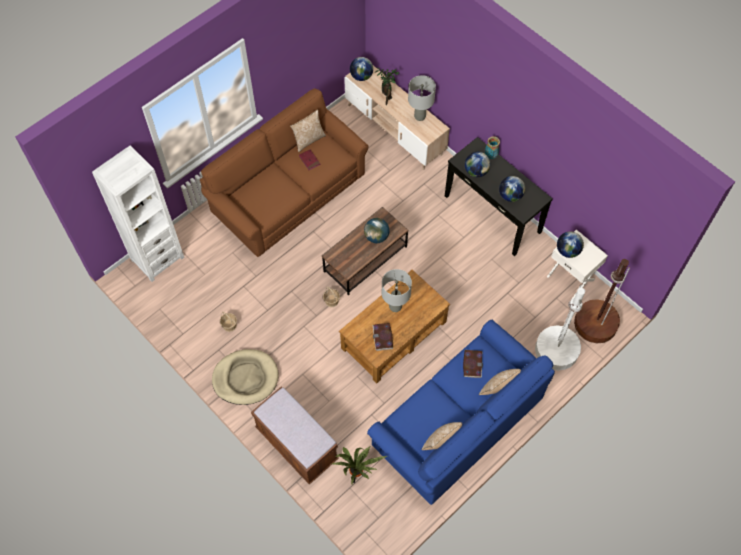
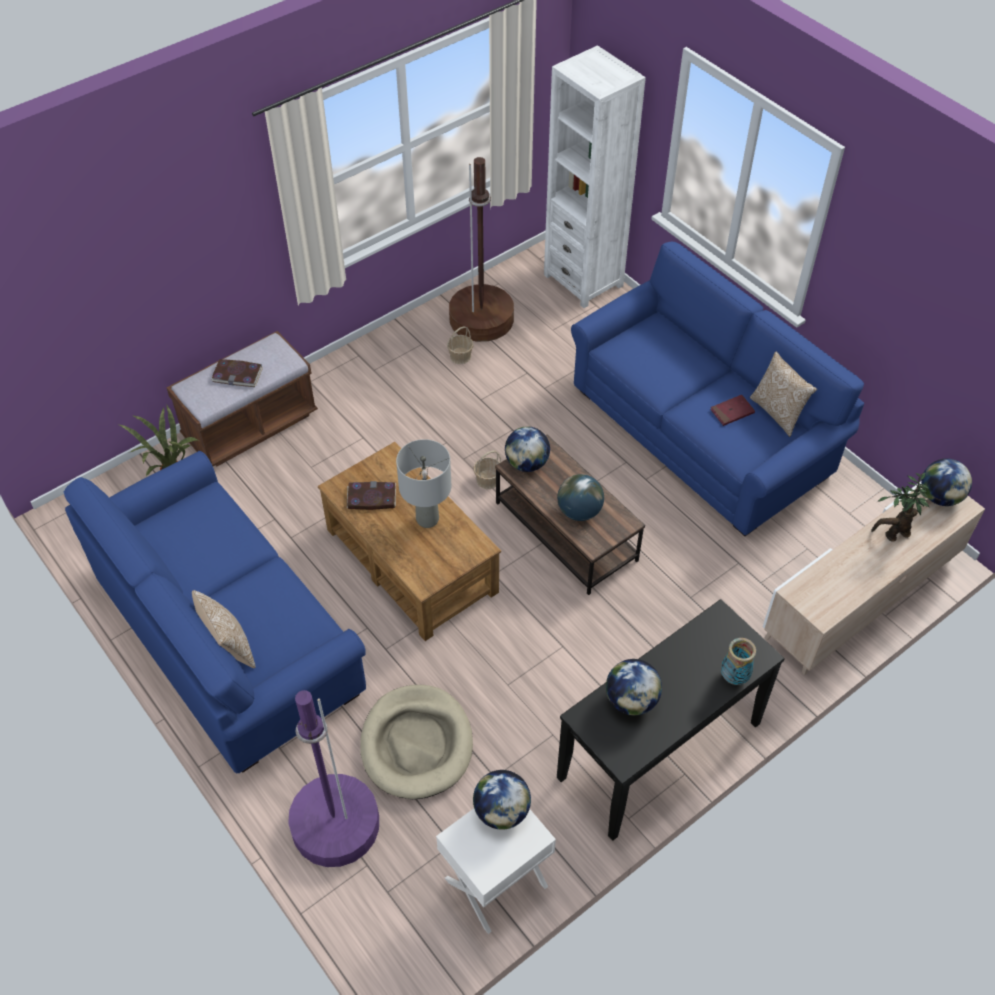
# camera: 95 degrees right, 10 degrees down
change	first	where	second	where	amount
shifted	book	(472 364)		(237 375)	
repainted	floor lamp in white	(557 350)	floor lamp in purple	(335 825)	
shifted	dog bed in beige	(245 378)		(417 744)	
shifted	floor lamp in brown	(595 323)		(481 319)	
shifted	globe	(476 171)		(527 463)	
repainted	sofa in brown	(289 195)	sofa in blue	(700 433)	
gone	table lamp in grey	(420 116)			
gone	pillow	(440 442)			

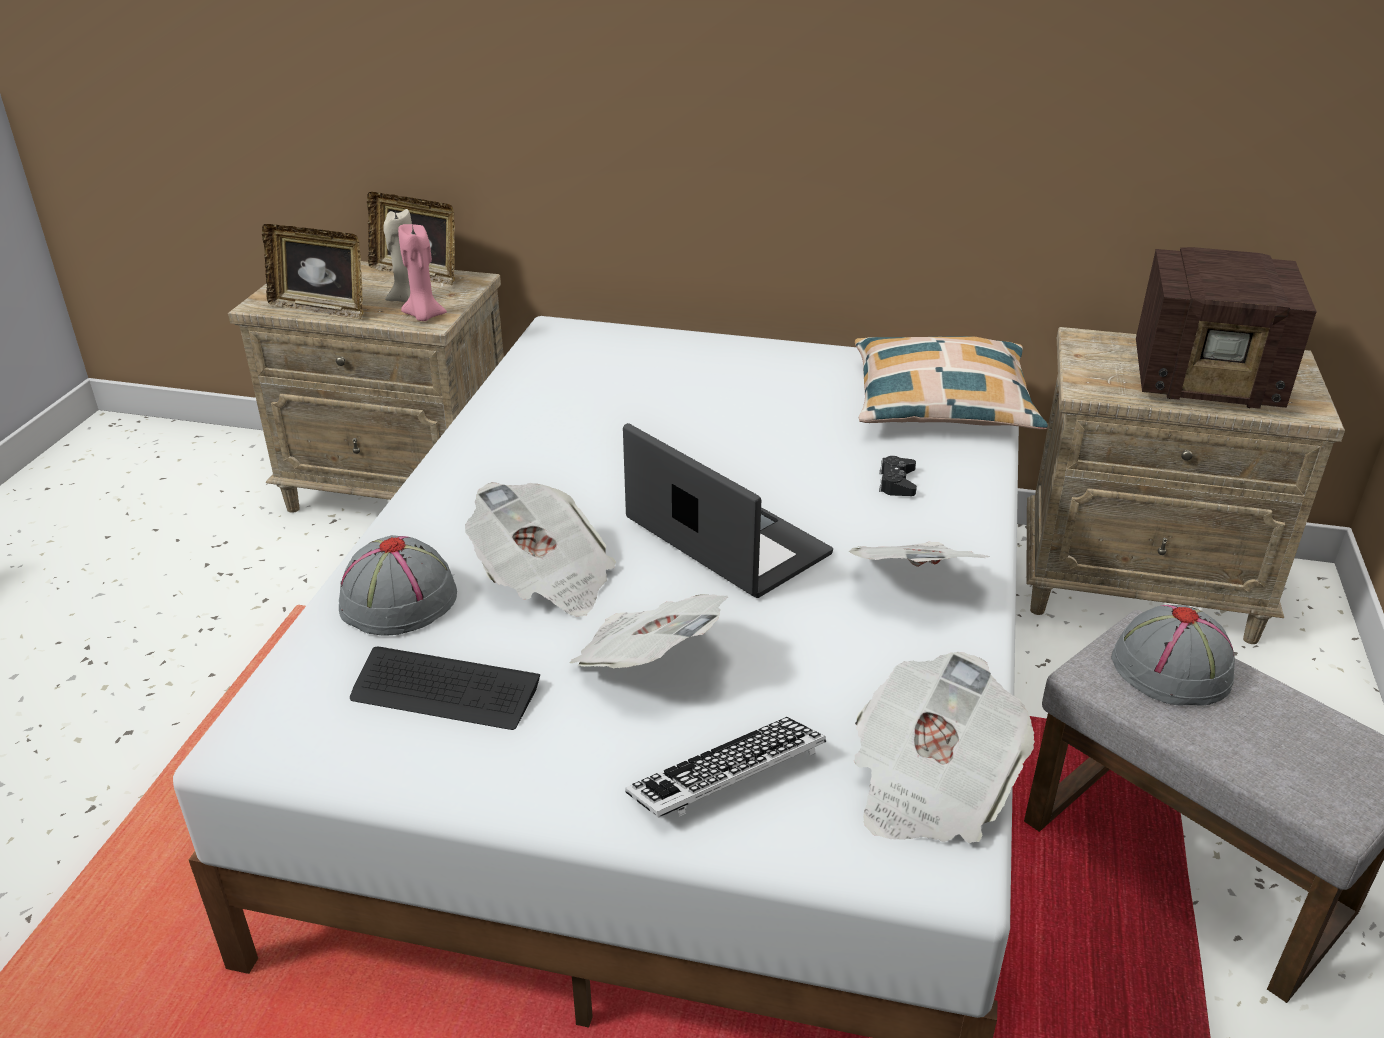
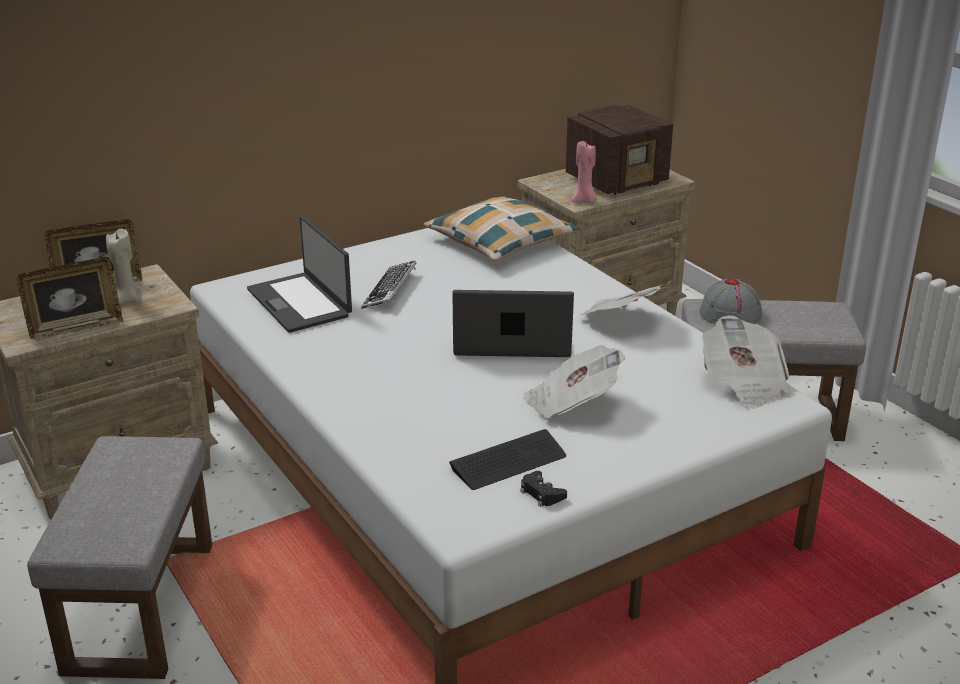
# camera: 45 degrees left, 5 degrees down
change	first	where	second	where	amount
new			ottoman in grey	(140 605)	
new			laptop	(300 302)	
shifted	keyboard	(727 777)		(390 290)	
shifted	game controller in black	(897 483)		(541 494)	
shifted	candle in pink	(424 316)		(584 201)	
gone	hat in grey	(398 601)			
gone	newspaper	(545 579)			

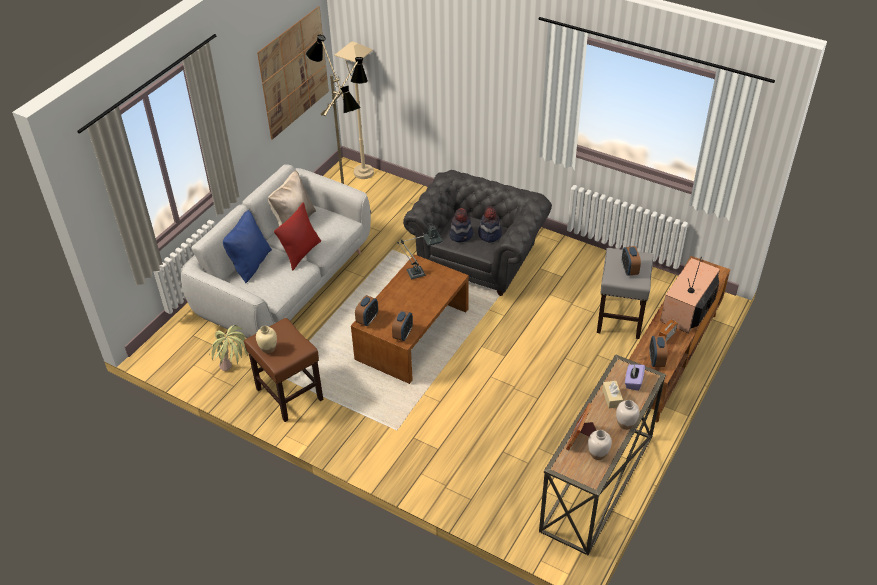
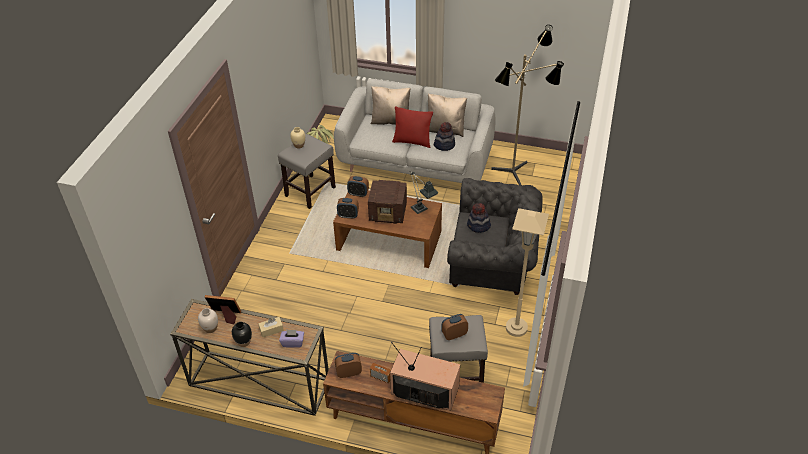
# camera: 75 degrees right, 0 degrees up
change	first	where	second	where	amount
repainted	vase in white	(625 424)	vase in black	(243 342)	
repainted	stool in brown	(288 394)	stool in grey	(310 191)	
new			radio	(388 213)	
repainted	pillow in blue	(250 264)	pillow in beige	(391 121)	
shifted	hat	(489 234)		(444 145)	
shifted	floor lamp in beige	(363 173)		(516 328)	
gone	picture	(294 72)			

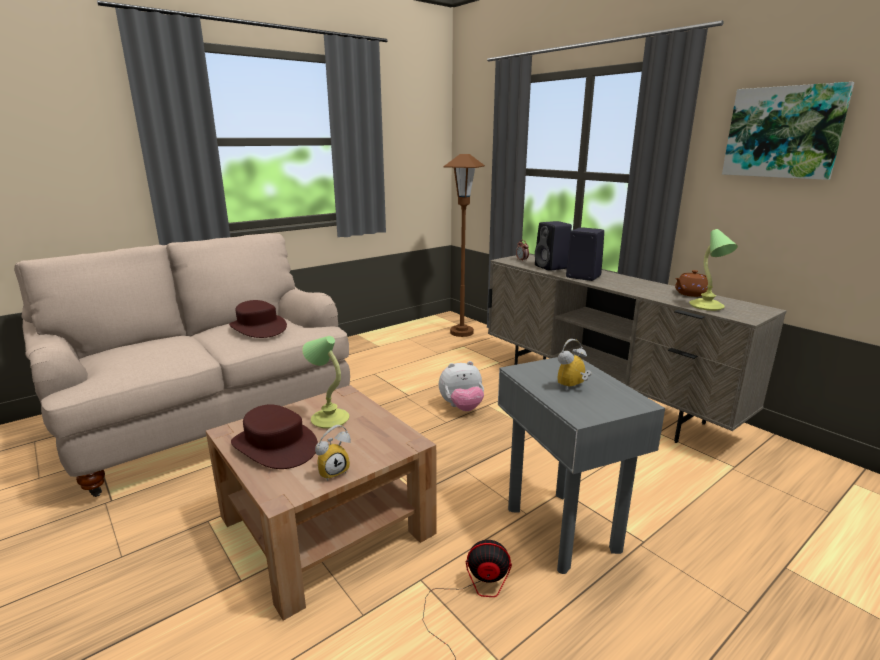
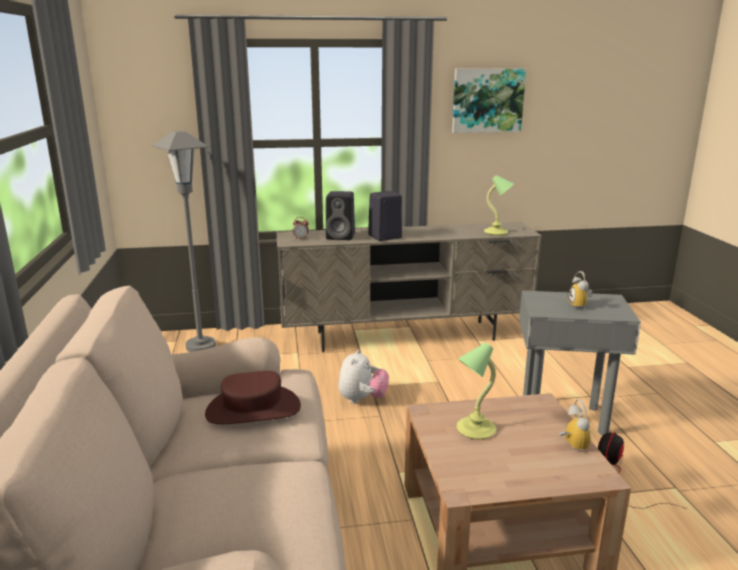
# camera: 60 degrees left, 0 degrees up
change	first	where	second	where	amount
repainted	floor lamp in brown	(462 332)	floor lamp in grey	(201 346)	
gone	hat in brown	(275 445)			
gone	teapot in brown	(690 294)			

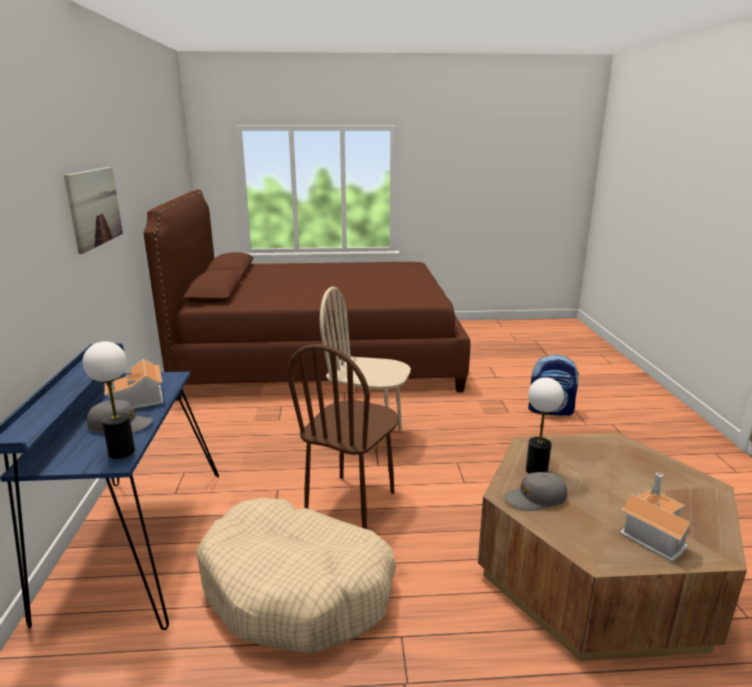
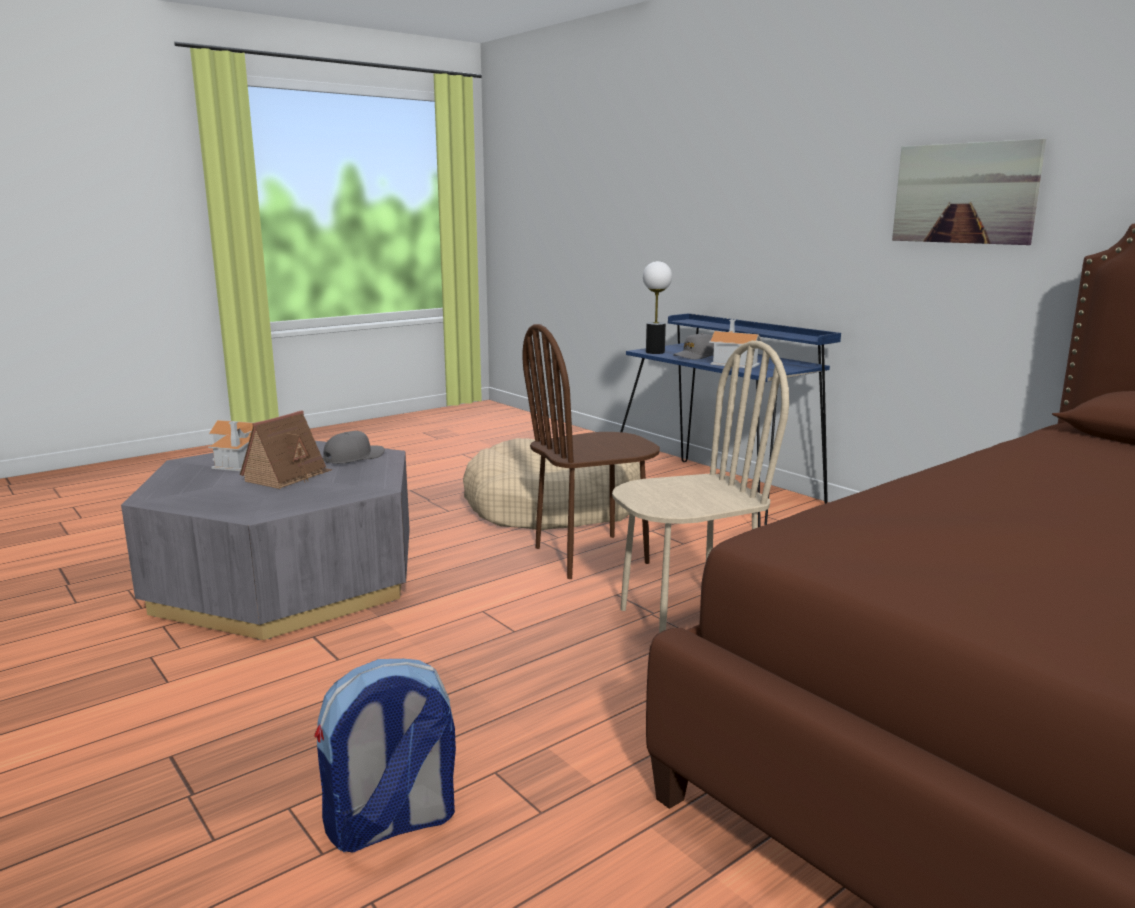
# camera: 145 degrees right, 5 degrees down
change	first	where	second	where	amount
repainted	coffee table in brown	(596 571)	coffee table in grey	(287 579)	
new			toy house	(287 476)	
rotated	chair in brown	(351 503)		(591 555)	105 degrees counterclockwise
gone	table lamp	(536 471)			

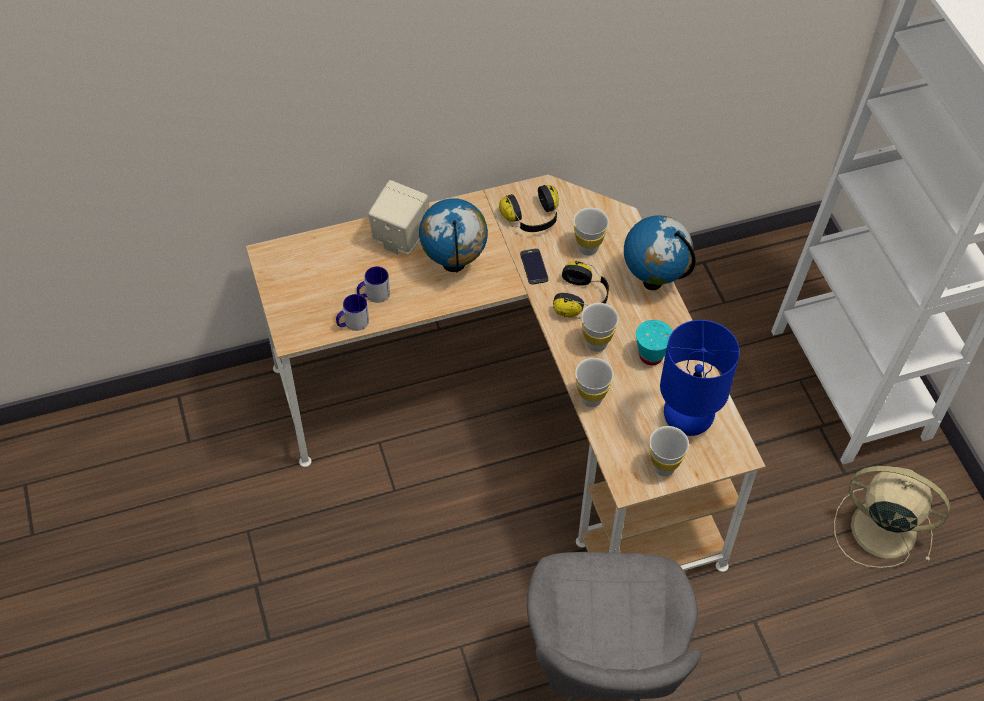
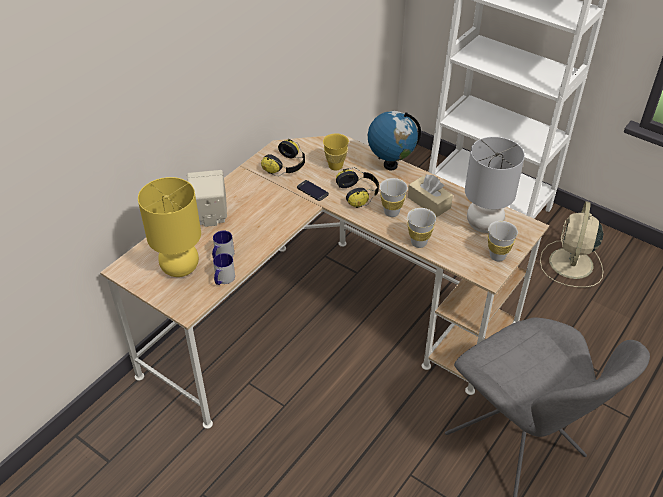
# camera: 35 degrees left, 10 degrees down
change	first	where	second	where	amount
new			table lamp in yellow	(181 268)	
repainted	cup in white	(588 248)	cup in yellow	(335 166)	
swapped	cup in turquoise	(651 356)	tissue box in beige	(429 202)	
repainted	table lamp in blue	(686 421)	table lamp in grey	(484 225)	
rotated	fan in beige	(880 528)		(570 264)	60 degrees counterclockwise
gone	globe	(454 264)			

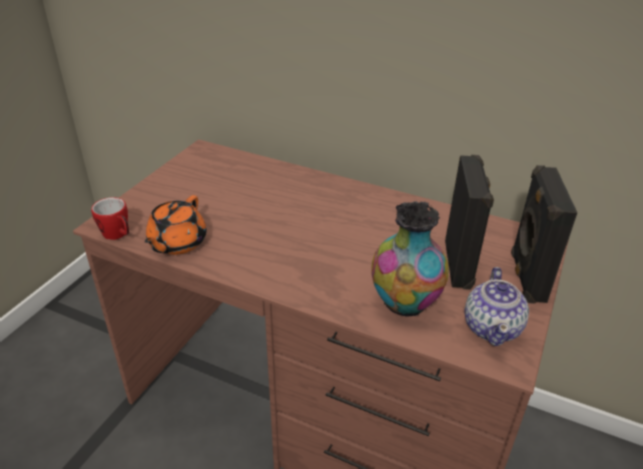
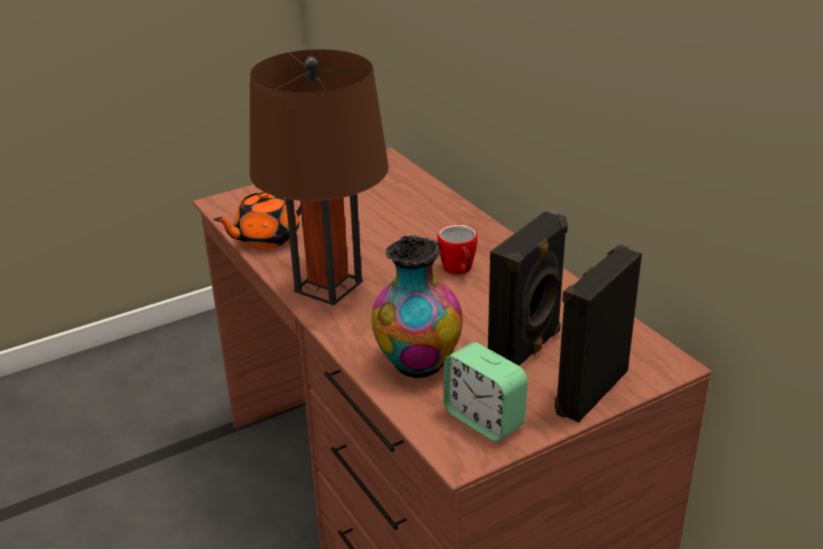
# camera: 35 degrees right, 5 degrees down
change	first	where	second	where	amount
new			table lamp in brown	(328 286)	
shifted	mug	(118 235)		(459 271)	
swapped	teapot	(492 327)	alarm clock	(484 419)	

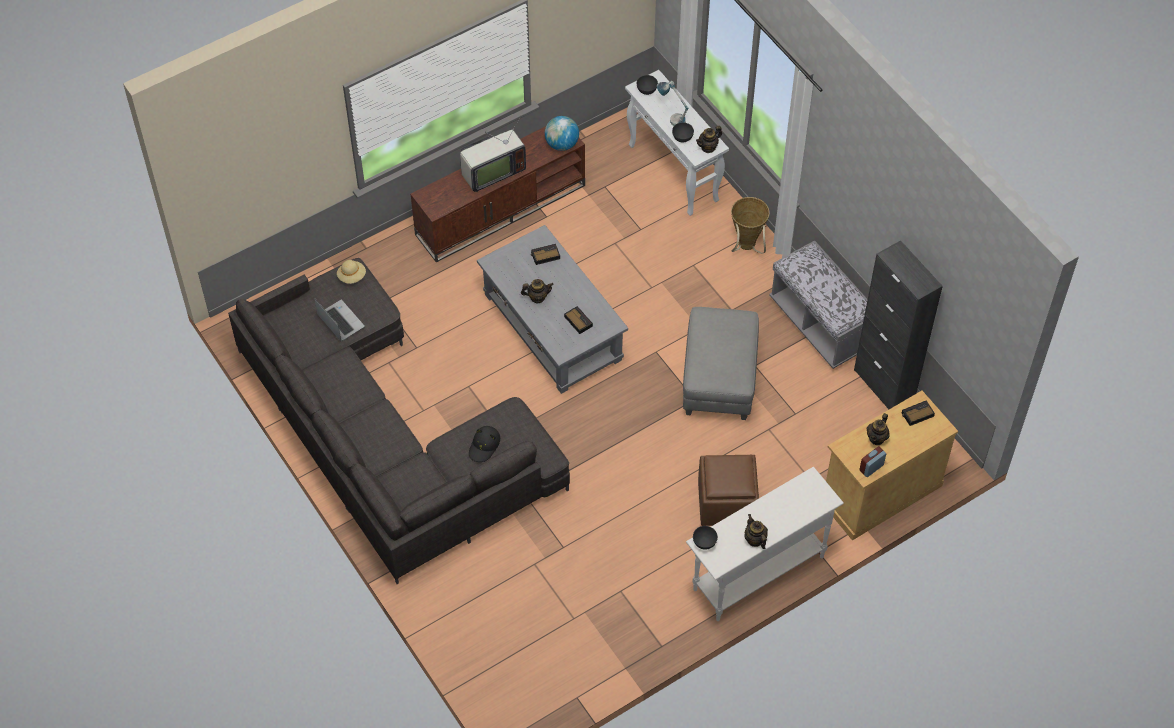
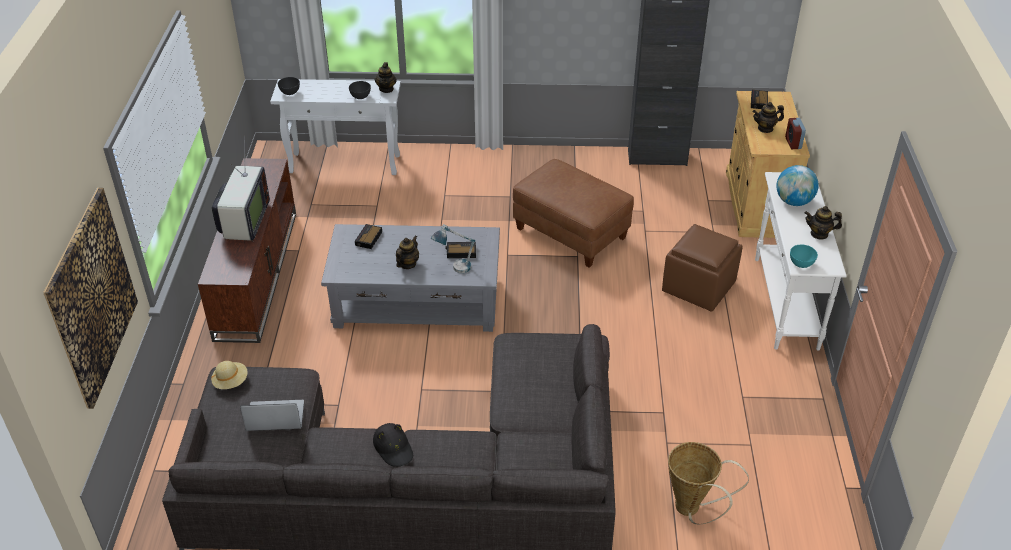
# camera: 55 degrees left, 15 degrees down
change	first	where	second	where	amount
new			picture	(92 297)	
shifted	hat in black	(484 446)		(393 448)	
shifted	table lamp	(671 117)		(454 269)	
repainted	ottoman in grey	(719 380)	ottoman in brown	(572 234)	
shifted	basket	(746 247)		(692 510)	
rotated	teapot	(877 438)		(765 128)	105 degrees clockwise
shifted	globe	(562 144)		(793 202)	
repainted	bowl in grey	(704 542)	bowl in turquoise	(801 263)	
gone	bench in grey	(820 324)			

